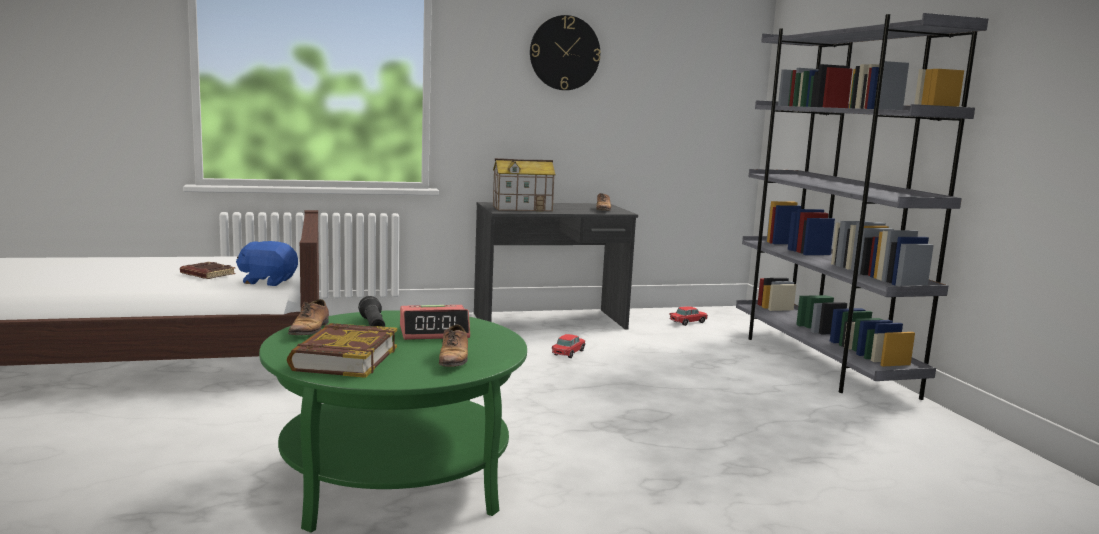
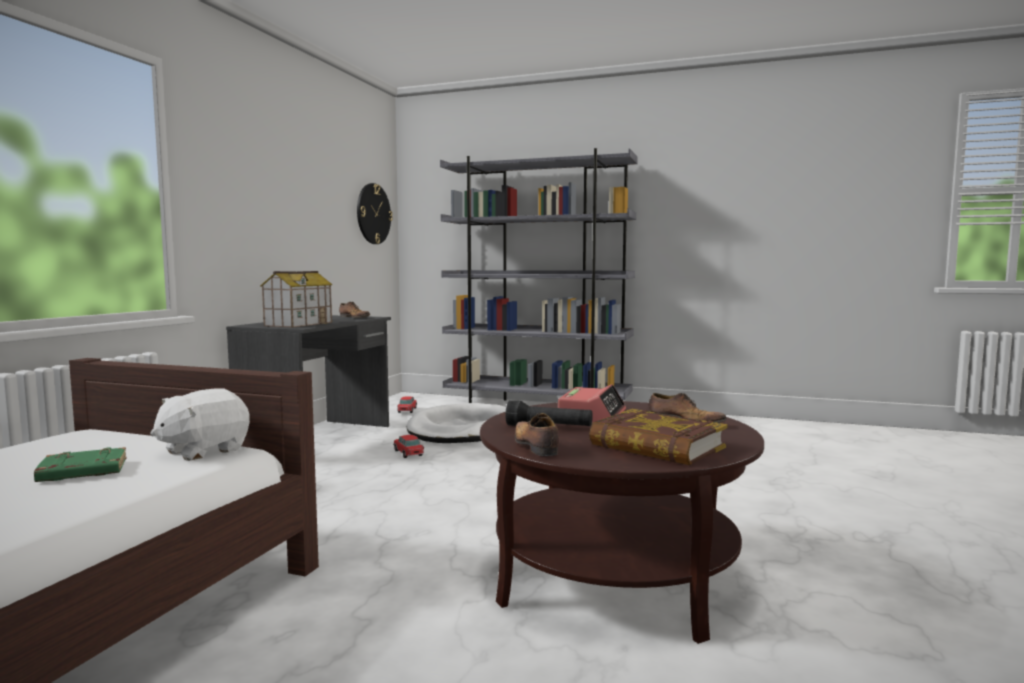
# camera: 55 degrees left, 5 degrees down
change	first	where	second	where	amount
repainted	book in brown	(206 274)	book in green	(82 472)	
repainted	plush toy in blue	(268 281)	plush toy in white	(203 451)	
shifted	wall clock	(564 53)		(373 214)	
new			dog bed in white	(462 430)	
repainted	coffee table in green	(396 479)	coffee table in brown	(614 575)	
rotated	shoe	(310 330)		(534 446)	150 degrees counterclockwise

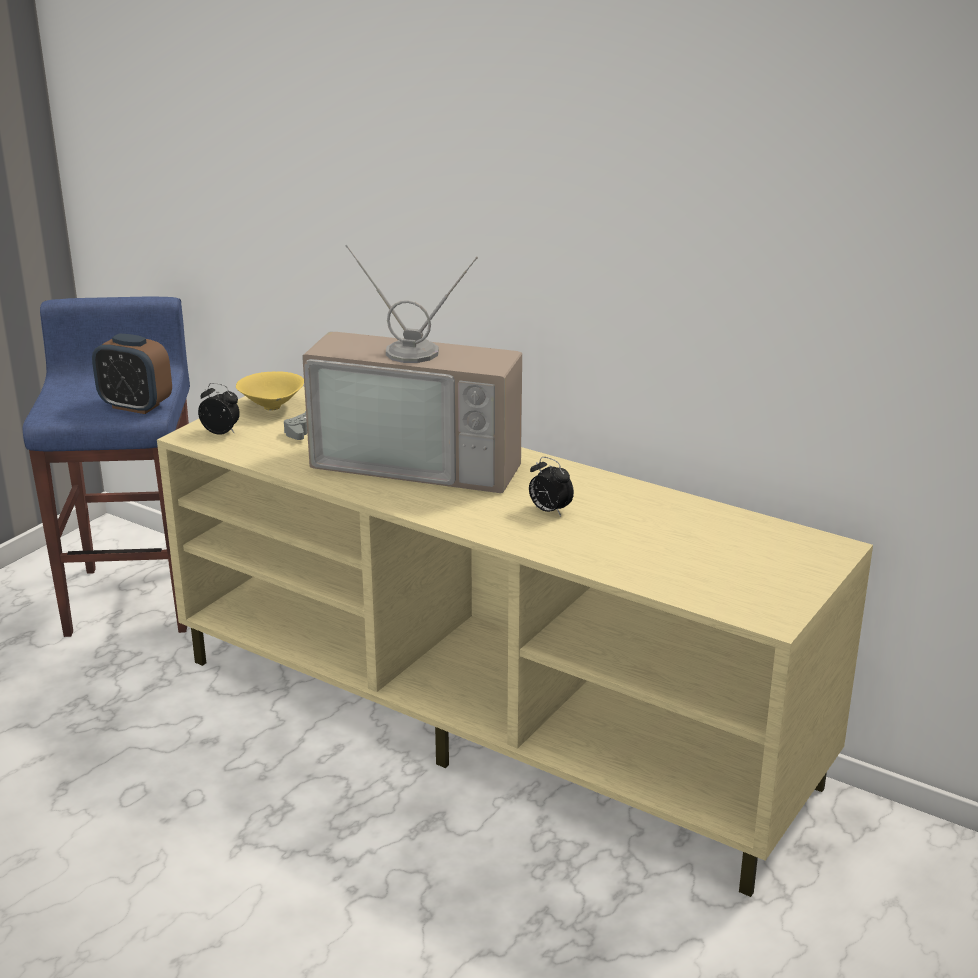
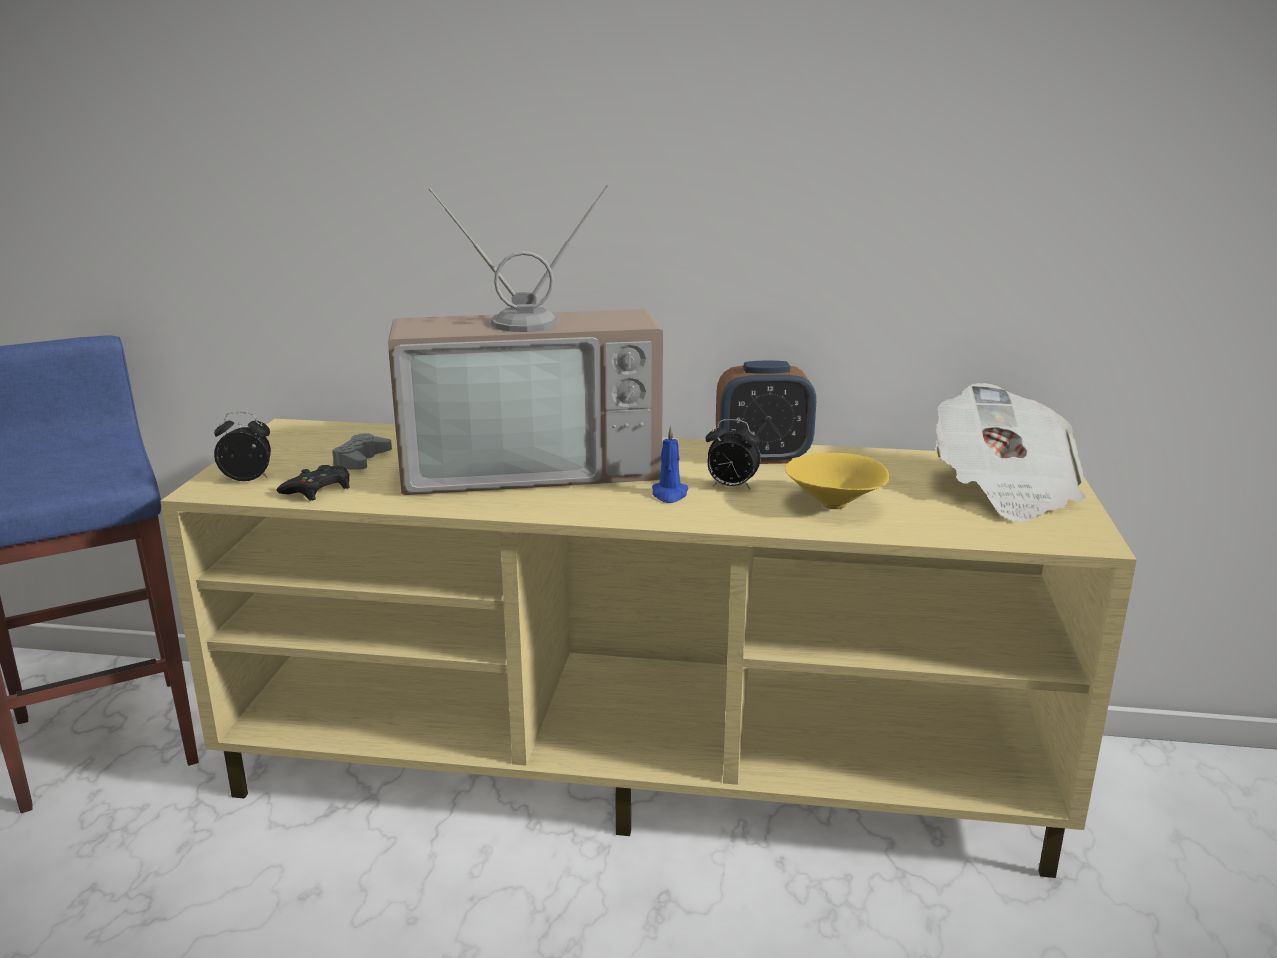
# camera: 25 degrees left, 5 degrees down
change	first	where	second	where	amount
new			game controller in black	(318 490)	
new			candle in blue	(669 494)	
shifted	alarm clock	(136 406)		(763 457)	
shifted	bowl in yellow	(272 408)		(836 506)	
new			newspaper	(1004 490)	

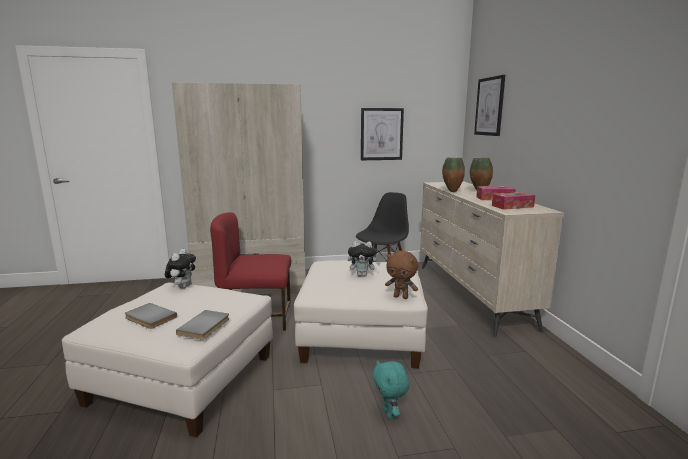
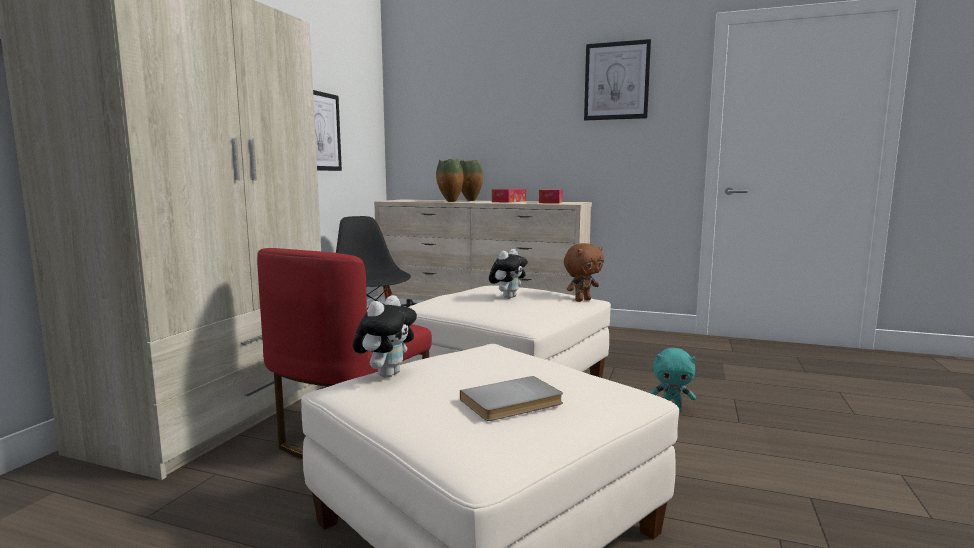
# camera: 60 degrees left, 5 degrees down
change	first	where	second	where	amount
rotated	plush toy	(182 286)		(386 374)	75 degrees clockwise
shifted	picture	(489 106)		(616 81)	
gone	book in grey	(205 326)			

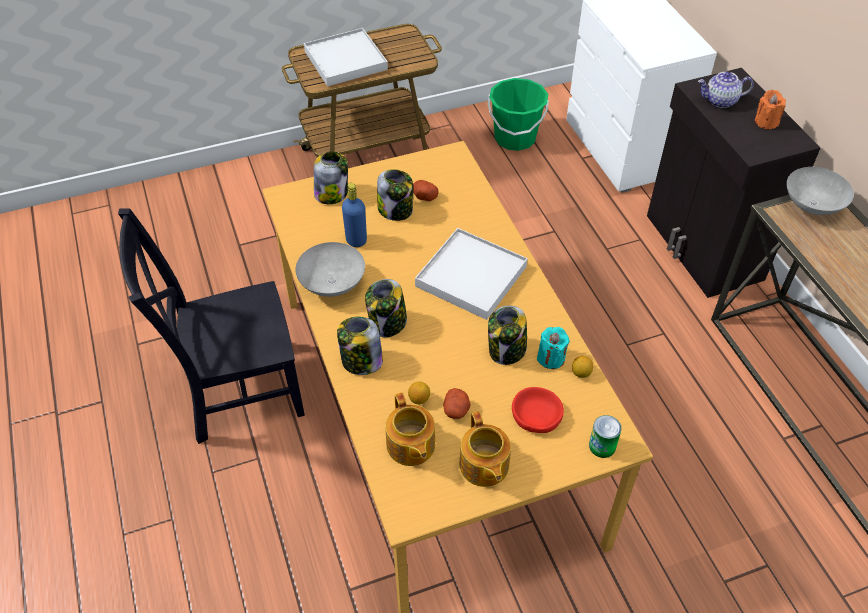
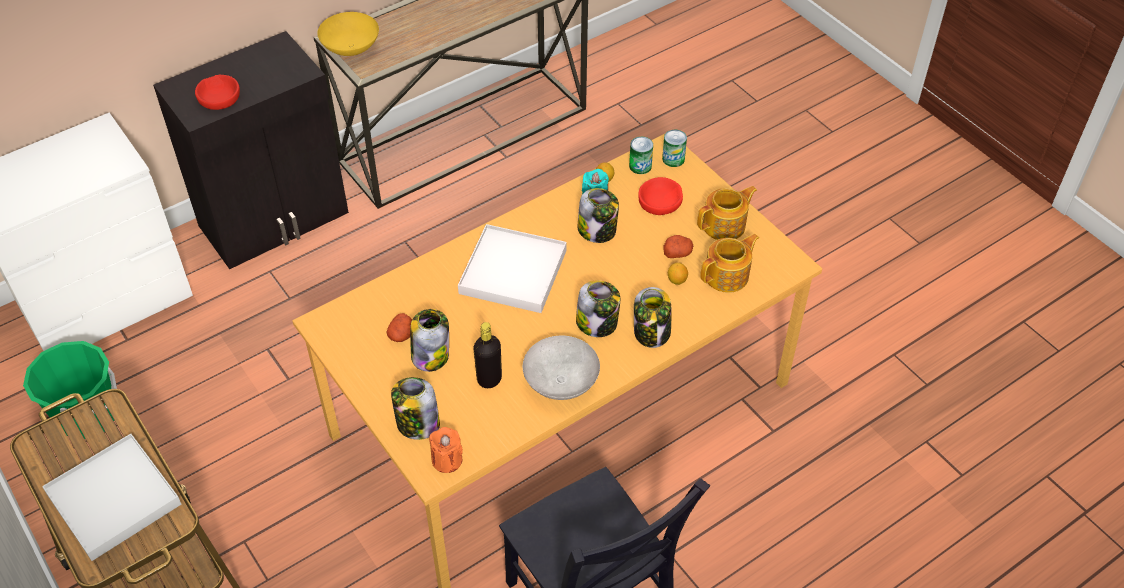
# camera: 105 degrees left, 0 degrees up
change	first	where	second	where	amount
swapped	teapot	(720 101)	bowl in red	(219 97)	
repainted	bowl in grey	(813 205)	bowl in yellow	(350 48)	
shifted	candle in orange	(766 122)		(447 460)	
repainted	bottle in blue	(356 240)	bottle in black	(489 379)	
new			can	(640 166)	

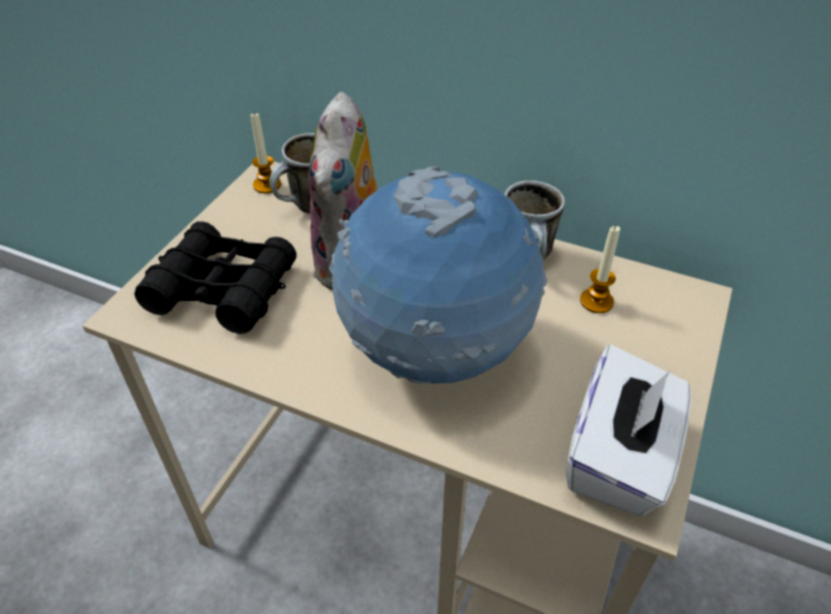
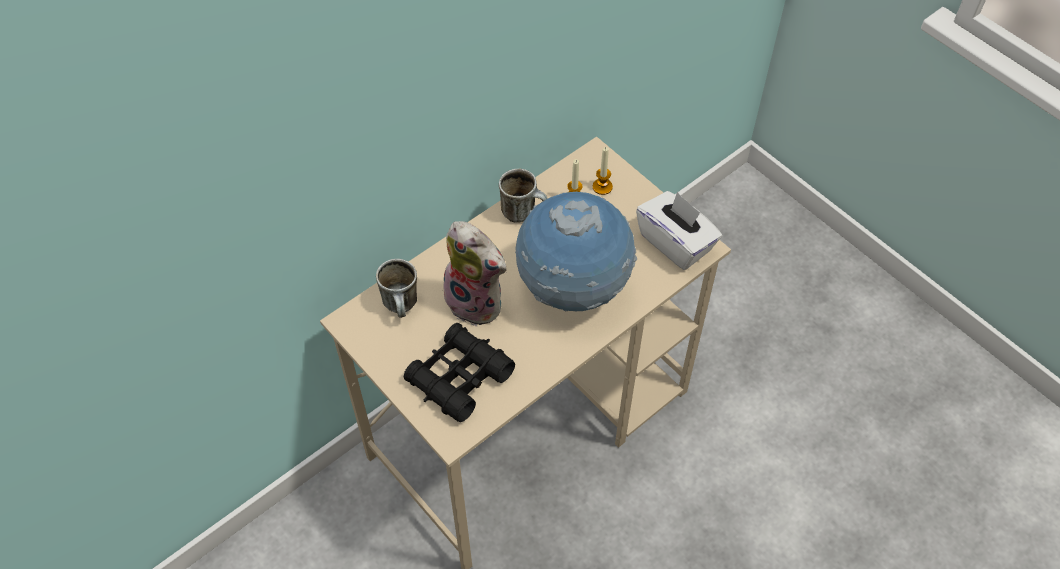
# camera: 65 degrees left, 10 degrees up
change	first	where	second	where	amount
shifted	candle	(267 185)		(602 187)	

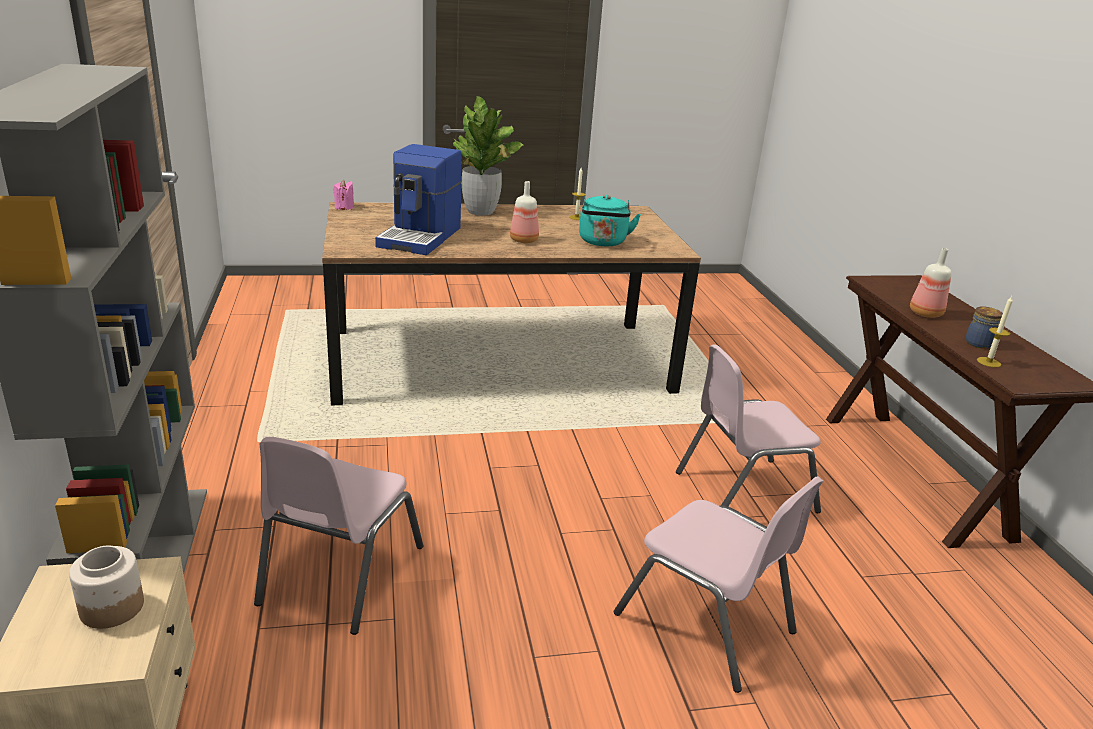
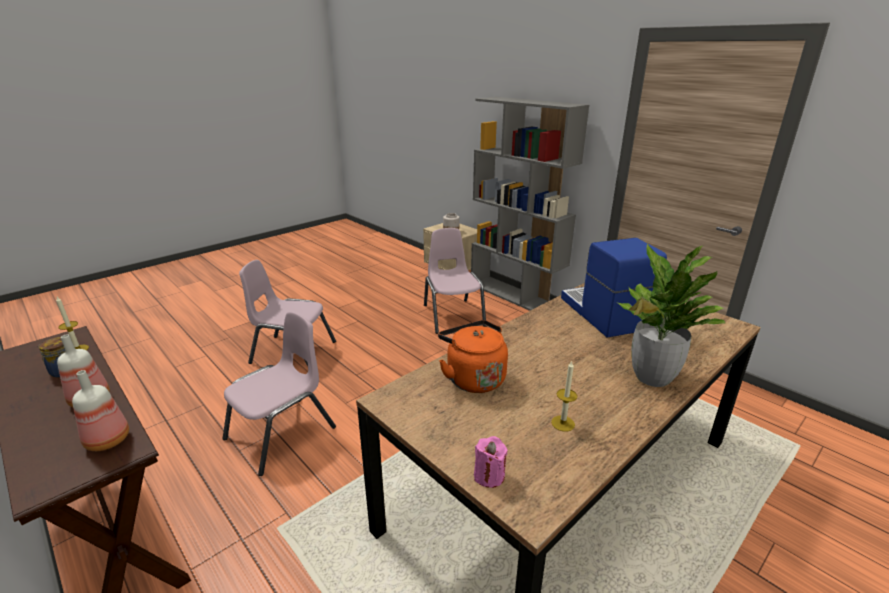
# camera: 150 degrees right, 0 degrees up
change	first	where	second	where	amount
shifted	bottle	(524 240)		(106 440)	
repainted	kettle in turquoise	(603 242)	kettle in orange	(473 378)	
shifted	candle in pink	(344 207)		(489 476)	

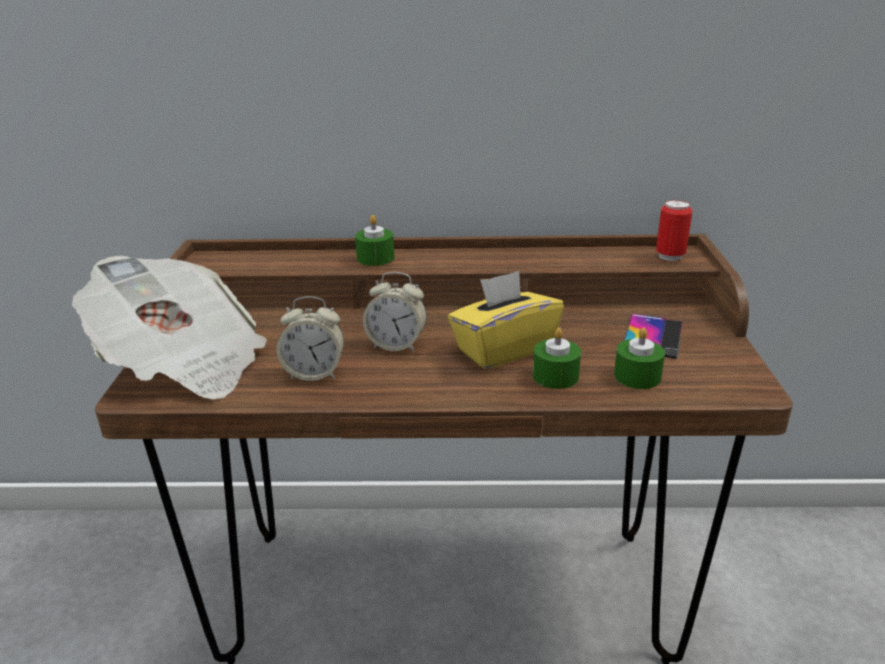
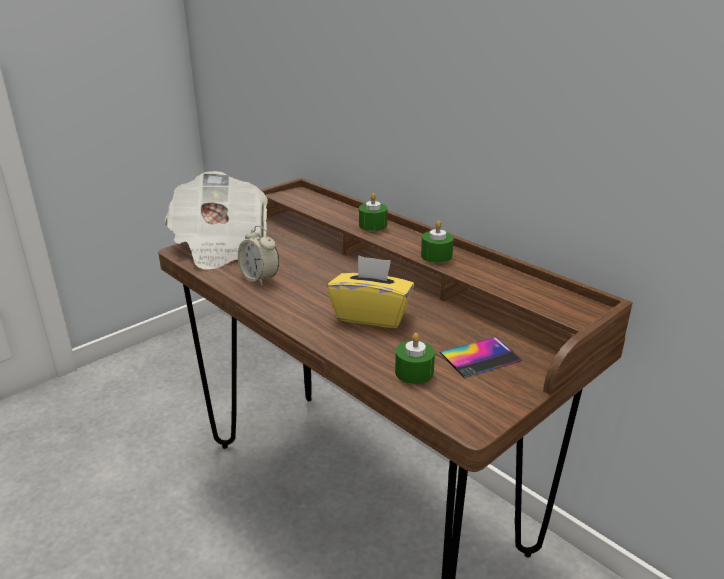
# camera: 45 degrees right, 0 degrees up
change	first	where	second	where	amount
shifted	candle in green	(555 376)		(436 256)	
gone	alarm clock	(396 345)			
gone	can	(670 256)			

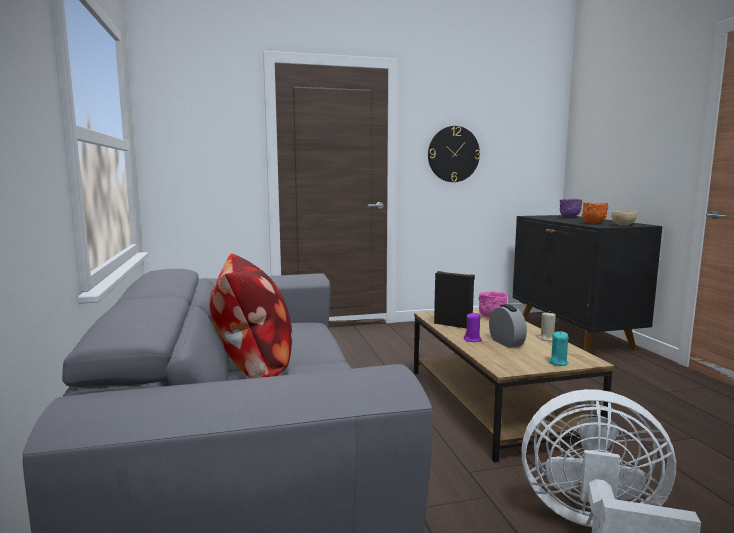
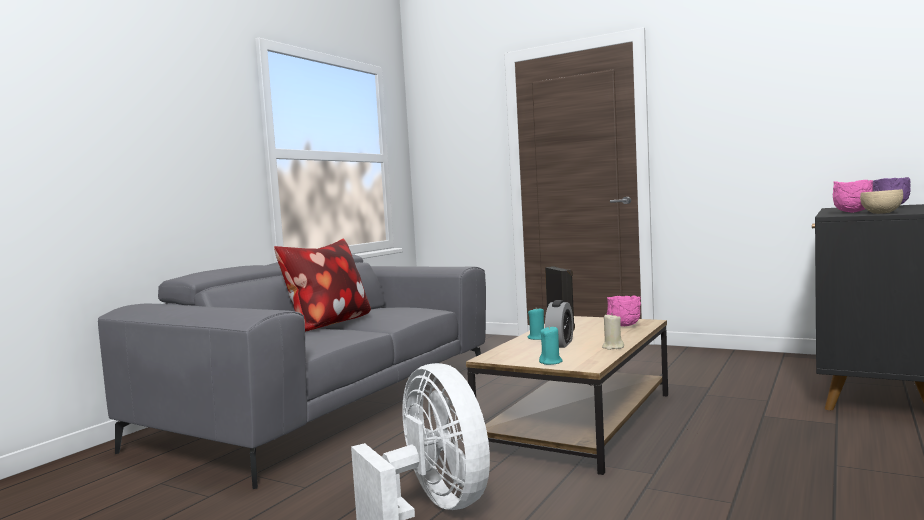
# camera: 45 degrees right, 5 degrees down
change	first	where	second	where	amount
repainted	candle in purple	(472 340)	candle in turquoise	(537 338)	
repainted	bowl in orange	(593 223)	bowl in pink	(852 212)	
gone	wall clock	(453 154)			

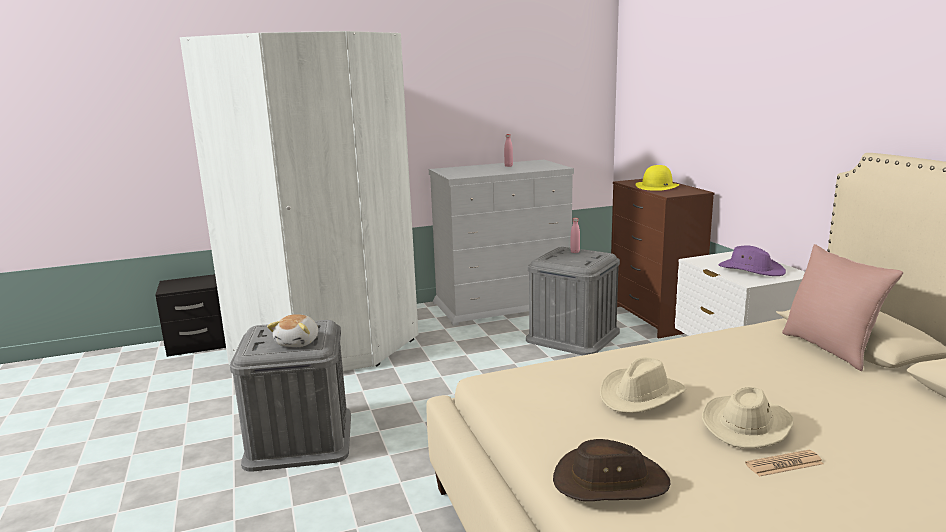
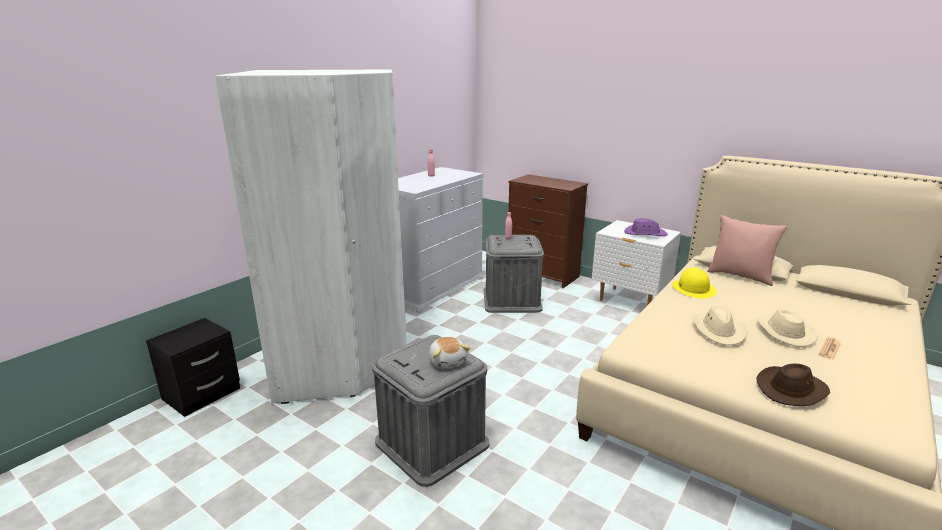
# camera: 35 degrees left, 5 degrees up
change	first	where	second	where	amount
shifted	hat in yellow	(657 186)		(693 289)	

